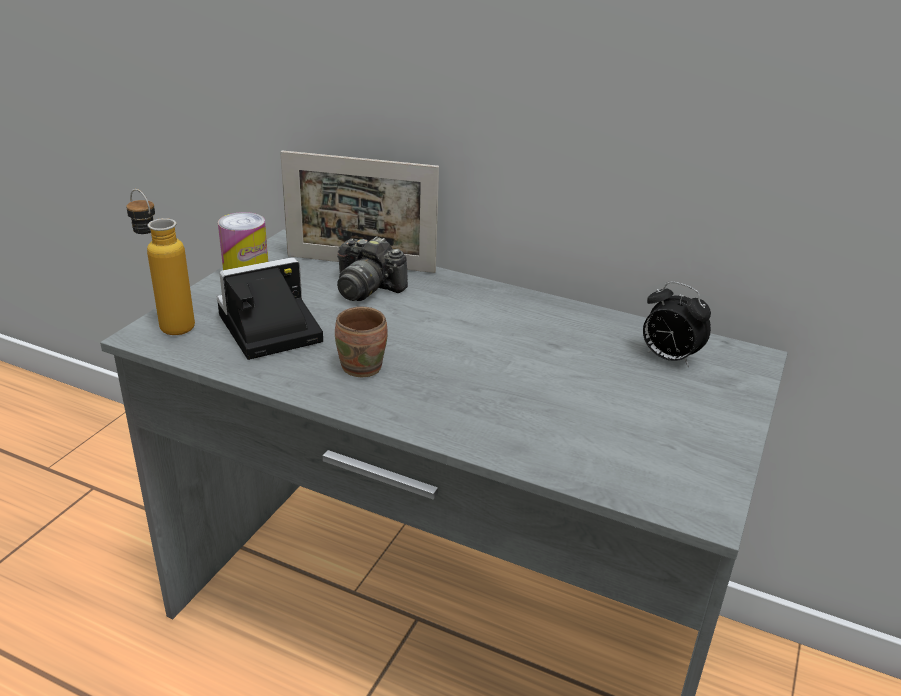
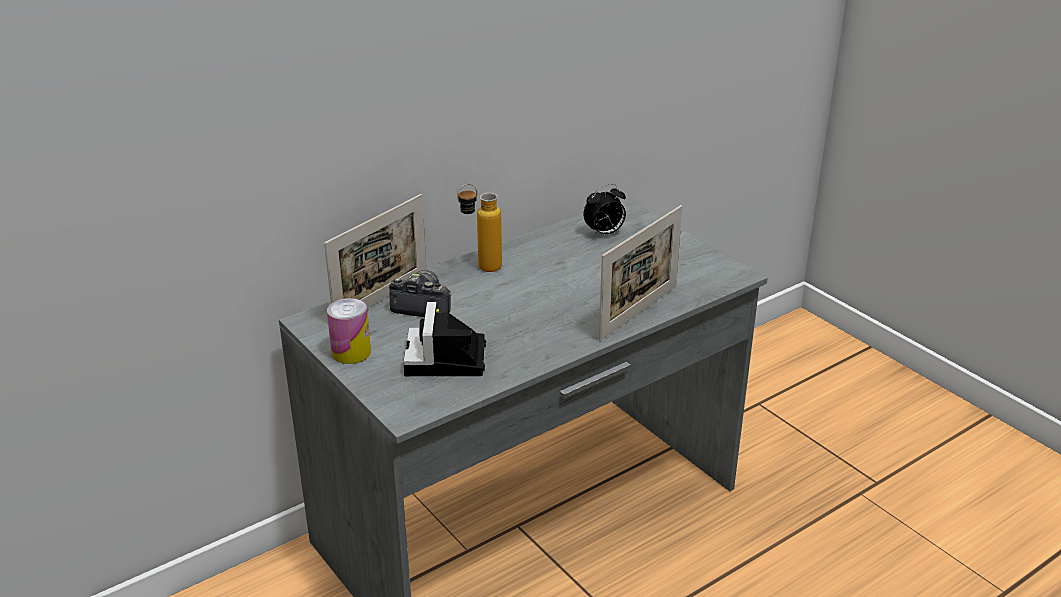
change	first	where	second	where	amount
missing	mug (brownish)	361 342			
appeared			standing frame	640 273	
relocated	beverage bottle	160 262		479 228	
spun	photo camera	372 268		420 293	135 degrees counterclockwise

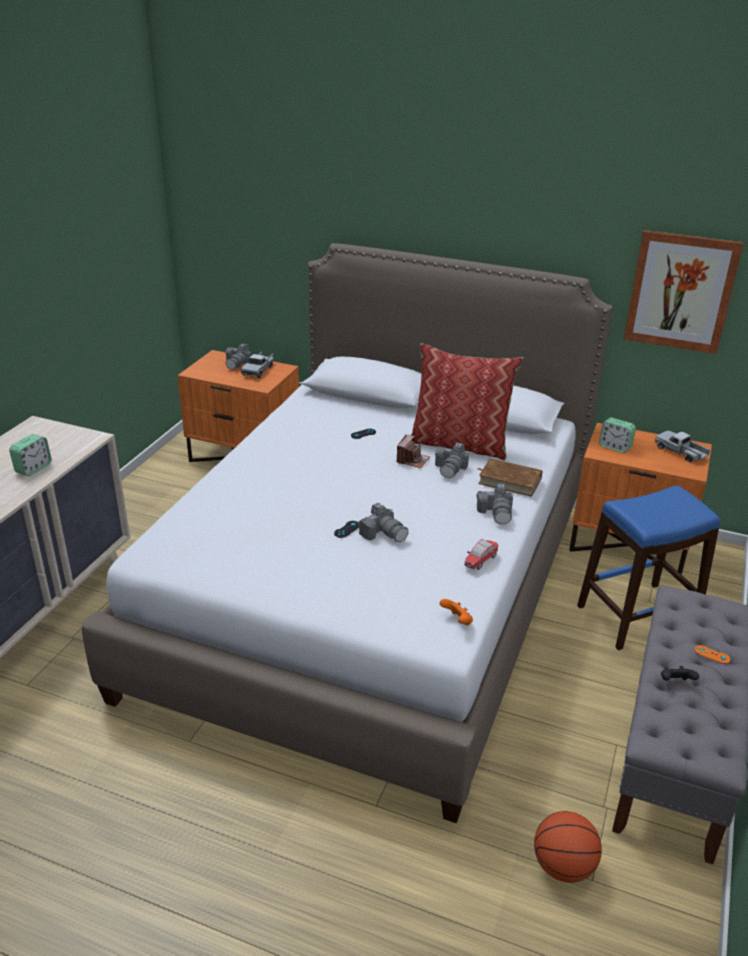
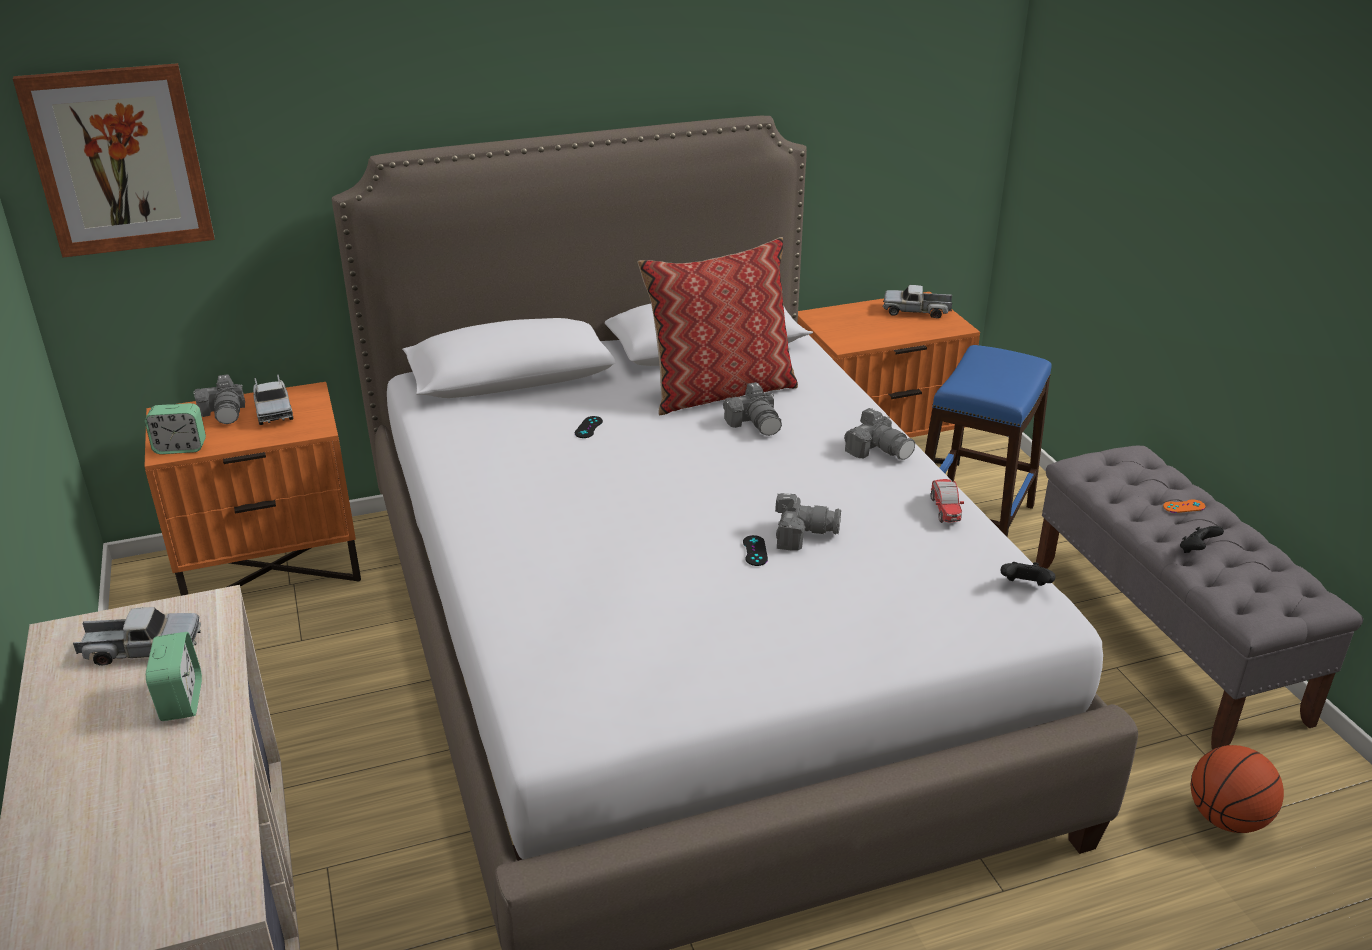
change	first	where	second	where	amount
missing	photo camera	413 451			
missing	volume (brownish)	510 477			
appeared			toy lorry	137 636	
relocated	table clock	617 435		175 428	
relocated	wall art	684 292		114 160	
colour	gamepad (orangey)	456 612	gamepad (black-coloured)	1028 574	

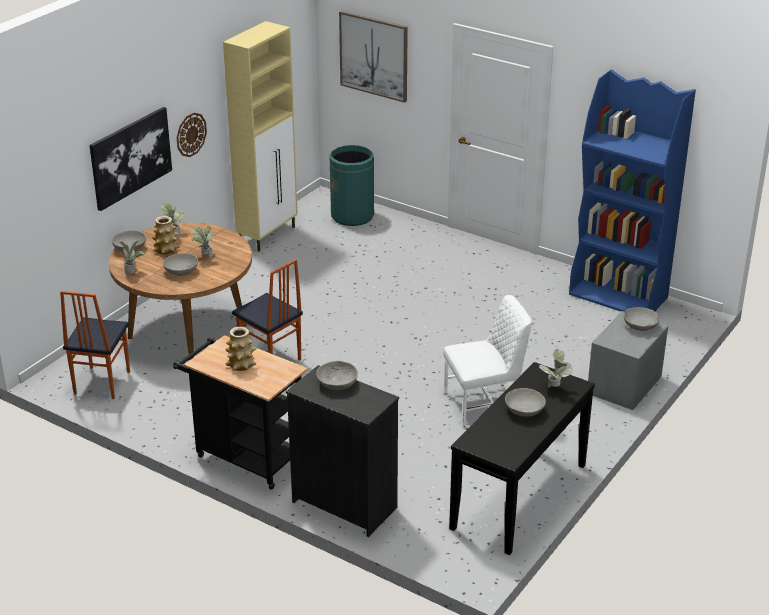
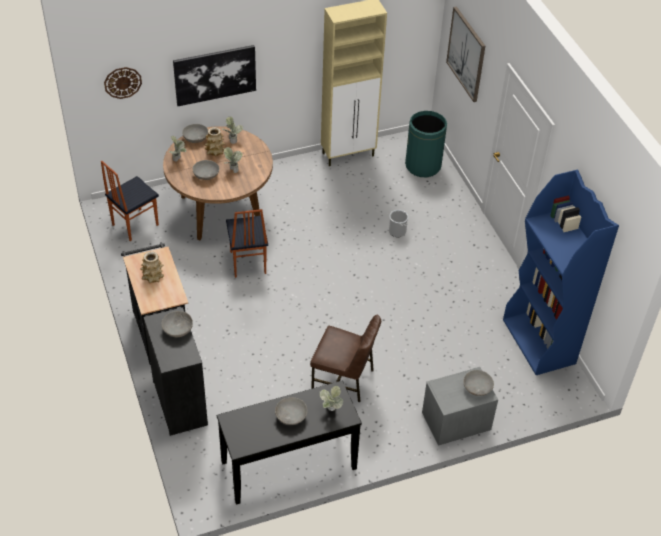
change	first	where	second	where	amount
appeared			pail	399 223	
relocated	wall clock	192 135		123 83	
colour	chair (white)	487 361	chair (brownish)	345 358	

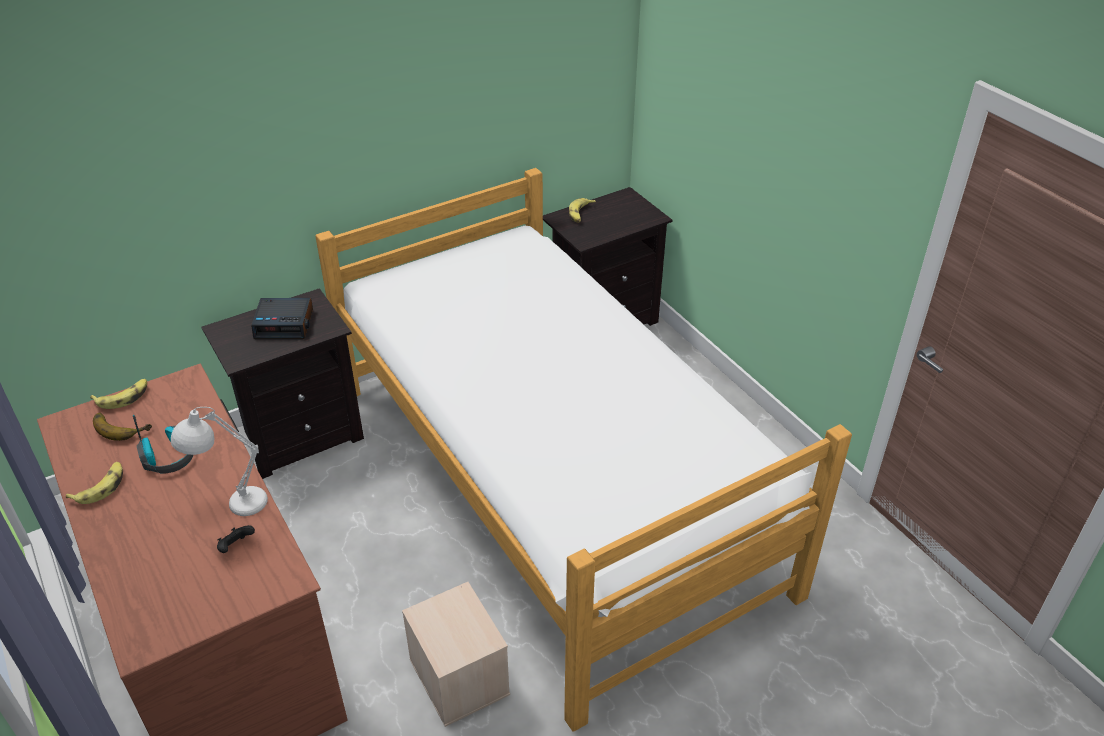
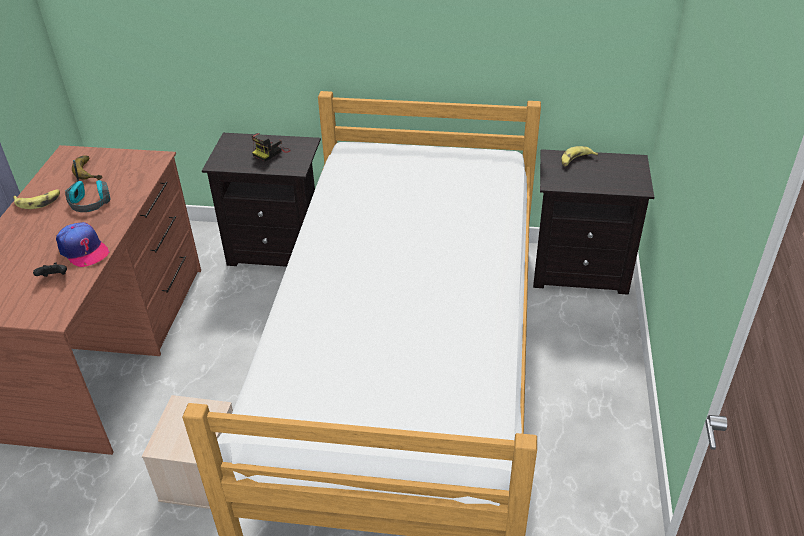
change	first	where	second	where	amount
missing	whole banana	118 394			
exchanged	table lamp (white)	219 461	baseball cap	83 244	
exchanged	table clock	282 318	photo camera	271 147	

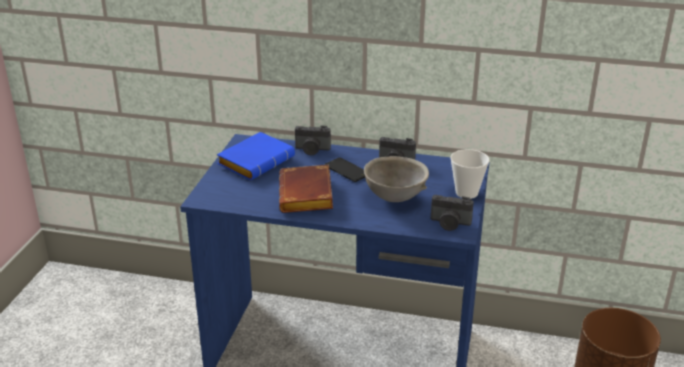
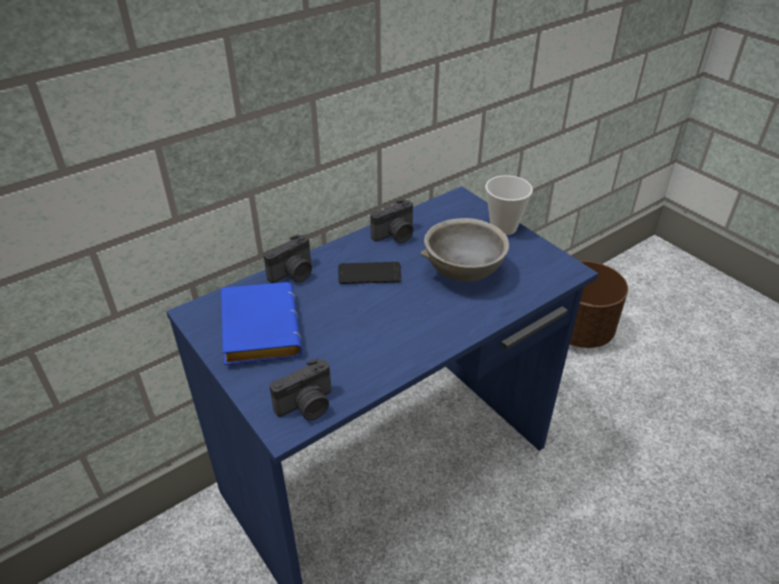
change	first	where	second	where	amount
missing	volume (brownish)	306 189			
relocated	photo camera	452 213		300 389	

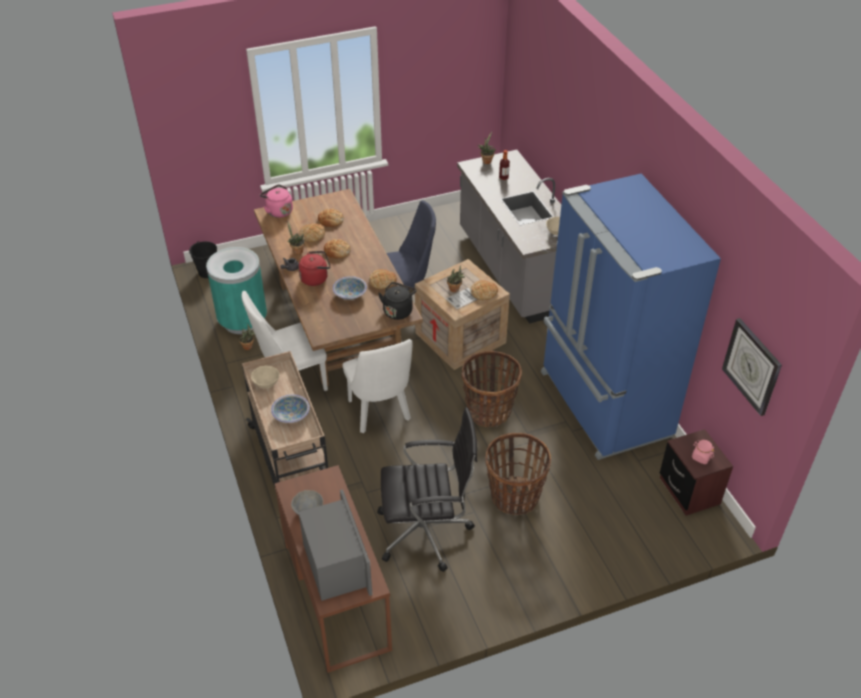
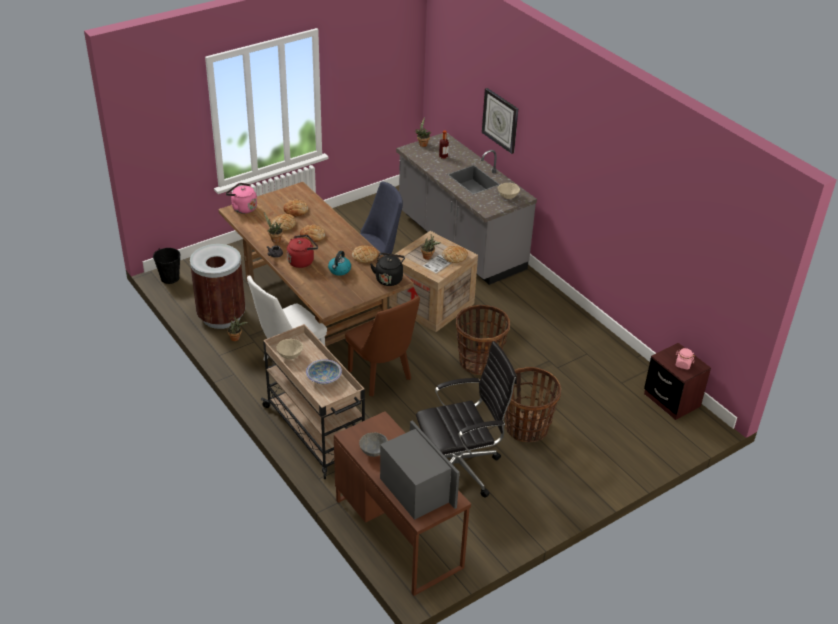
change	first	where	second	where	amount
missing	refrigerator (bluish)	631 317			
relocated	wall clock	752 367		500 121	
exchanged	bowl	350 288	water kettle	339 263	
colour	waste bin (turquoise)	236 290	waste bin (brownish)	217 286	
colour	chair (white)	377 386	chair (brownish)	382 346	

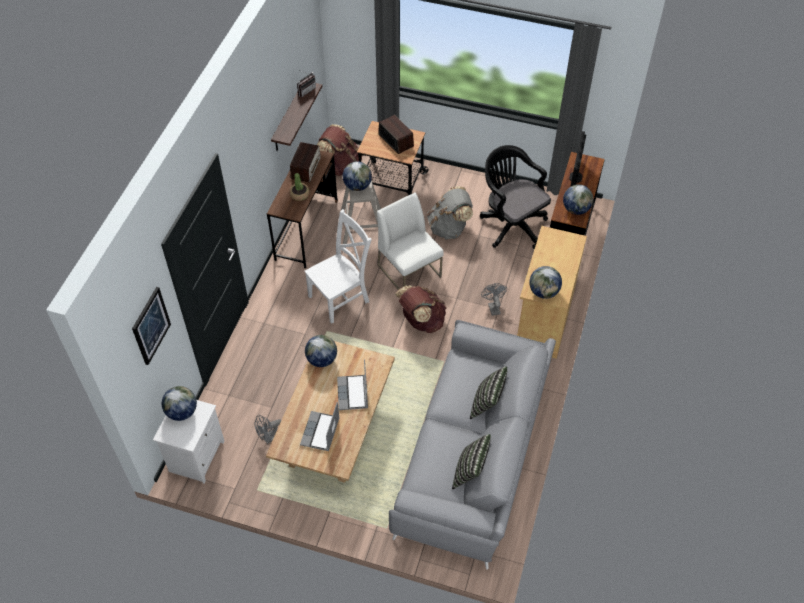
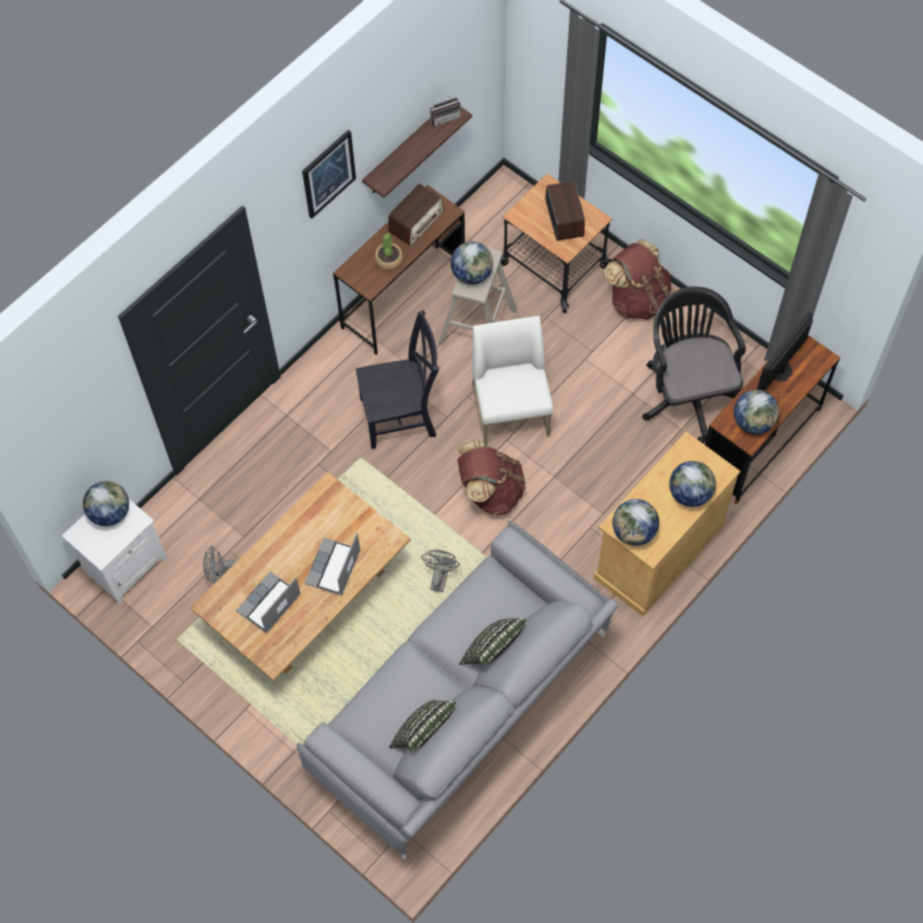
change	first	where	second	where	amount
missing	backpack (greyish)	450 212			
relocated	wall art	151 326		329 174	
relocated	desk globe	321 351		692 484	
relocated	backpack (brownish)	339 150		637 279	
relocated	fan (greyish)	494 299		440 571	
colour	chair (white)	338 266	chair (black-coloured)	397 379	

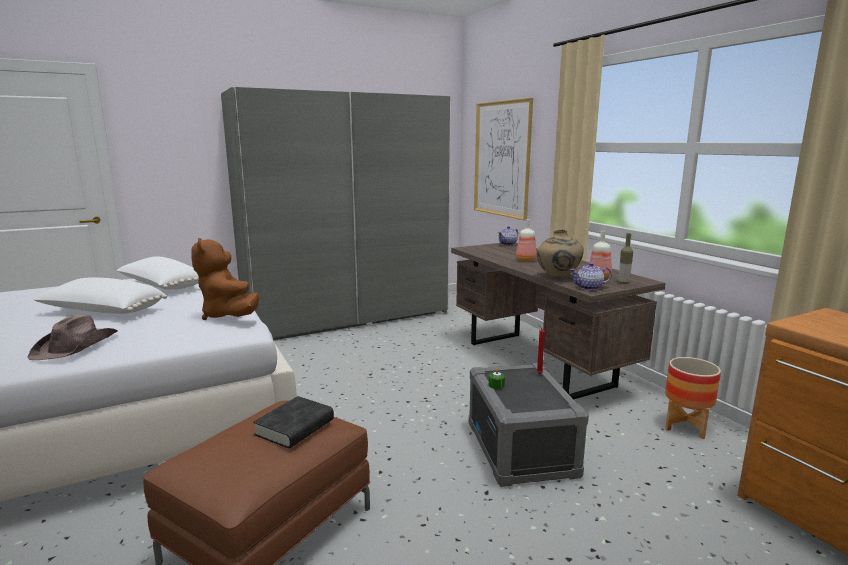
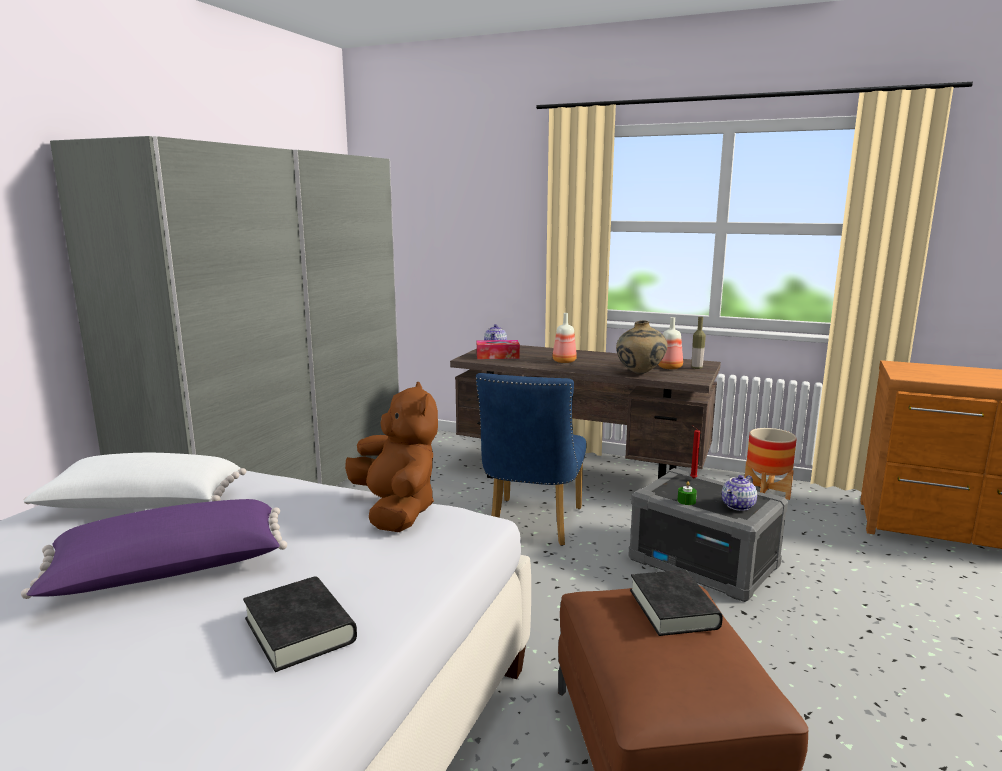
change	first	where	second	where	amount
missing	wall art	503 159			
appeared			chair (bluish)	531 459	
appeared			tissue box	498 349	
relocated	pot for tea	591 276		739 493	
exchanged	clothing hat (brownish)	72 337	volume (black-coloured)	300 624	
colour	cushion (white)	100 296	cushion (purple-coloured)	154 549	
spun	plush toy (brownish)	225 279		391 457	135 degrees counterclockwise

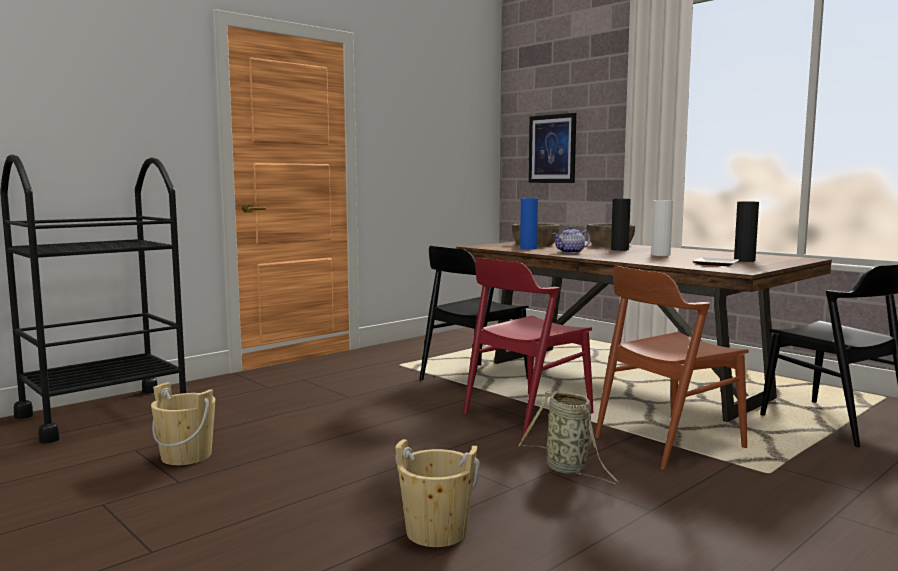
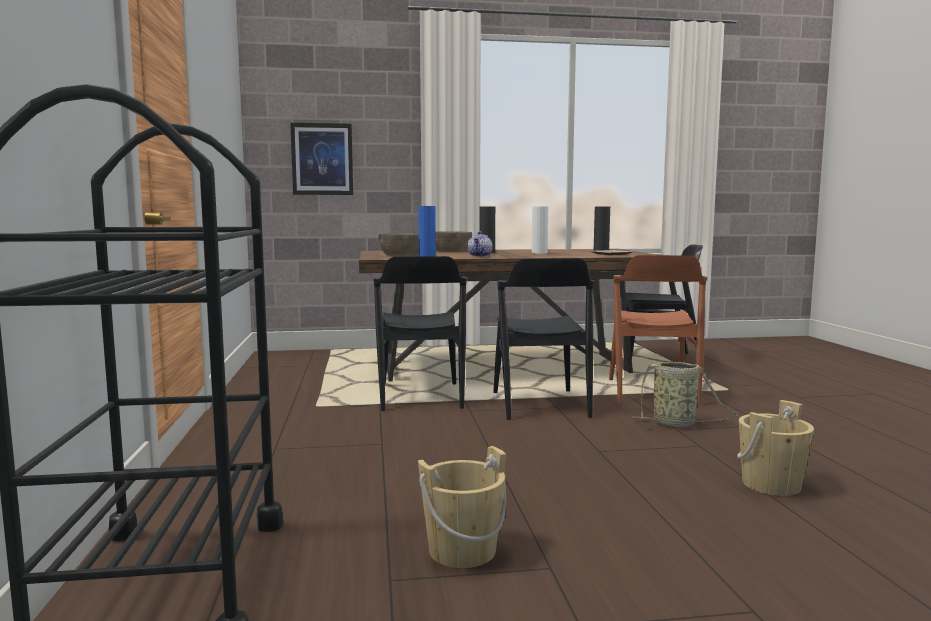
change	first	where	second	where	amount
colour	chair (red-coloured)	528 346	chair (black-coloured)	544 339	

